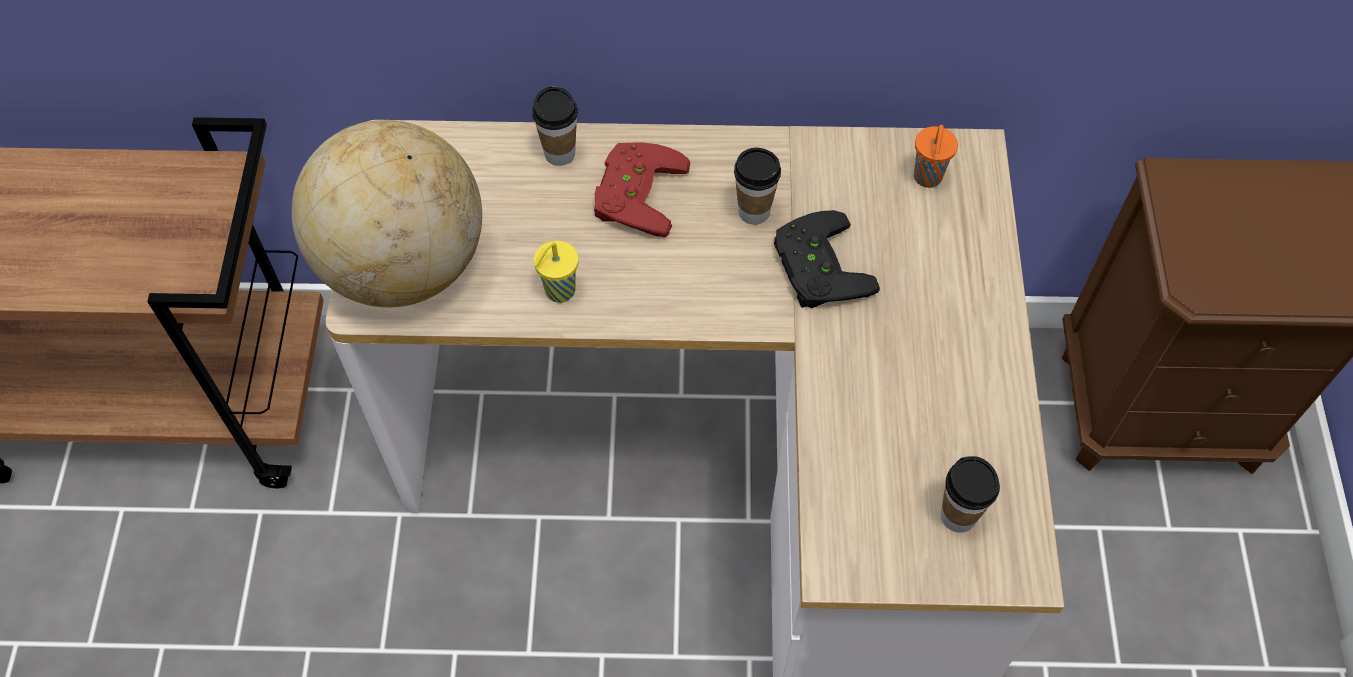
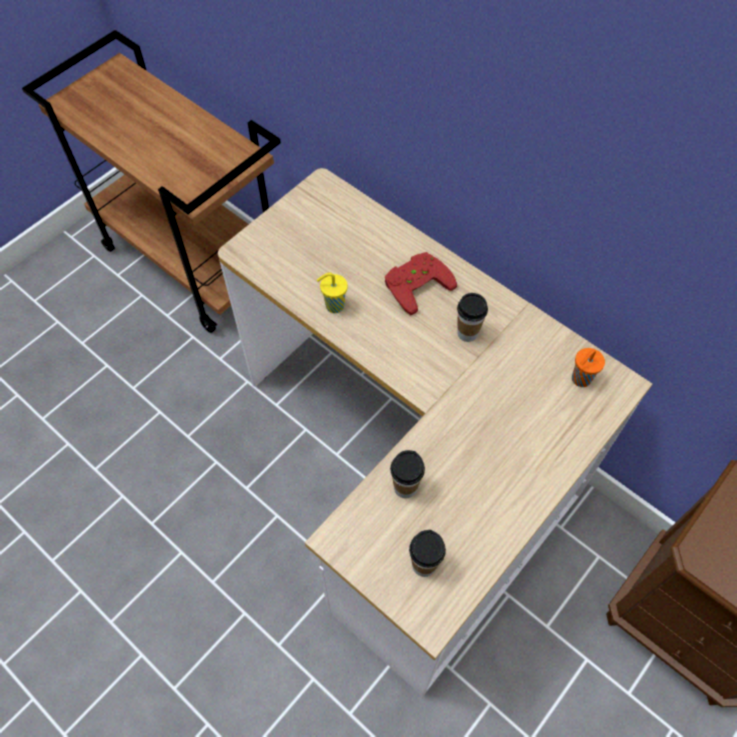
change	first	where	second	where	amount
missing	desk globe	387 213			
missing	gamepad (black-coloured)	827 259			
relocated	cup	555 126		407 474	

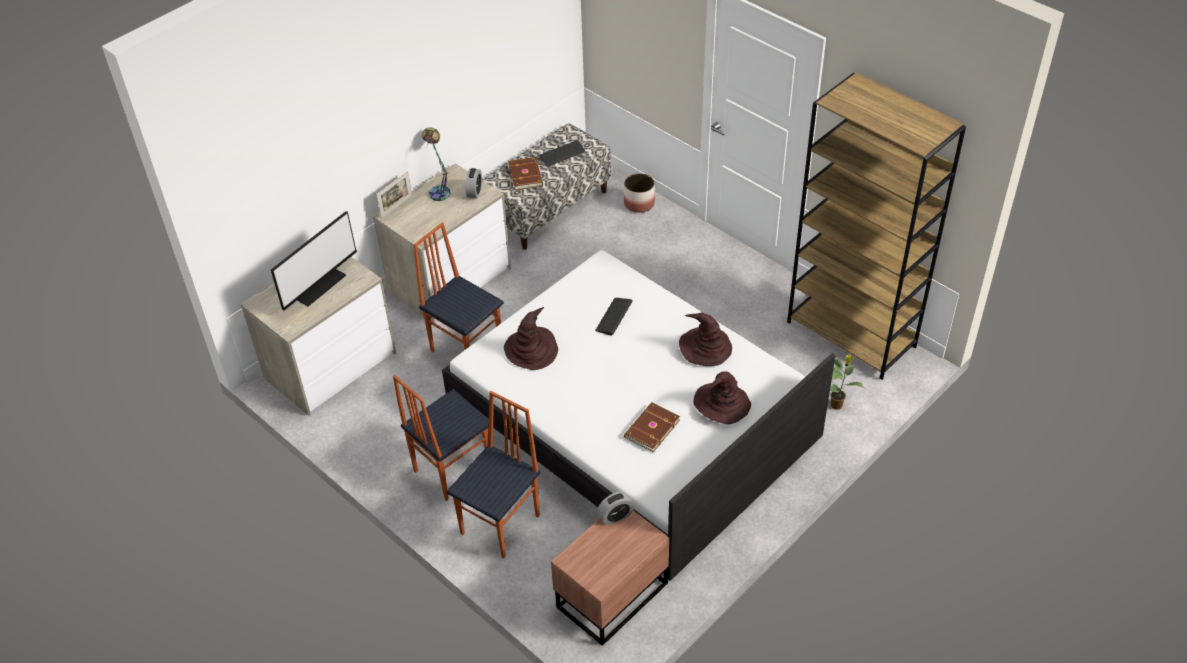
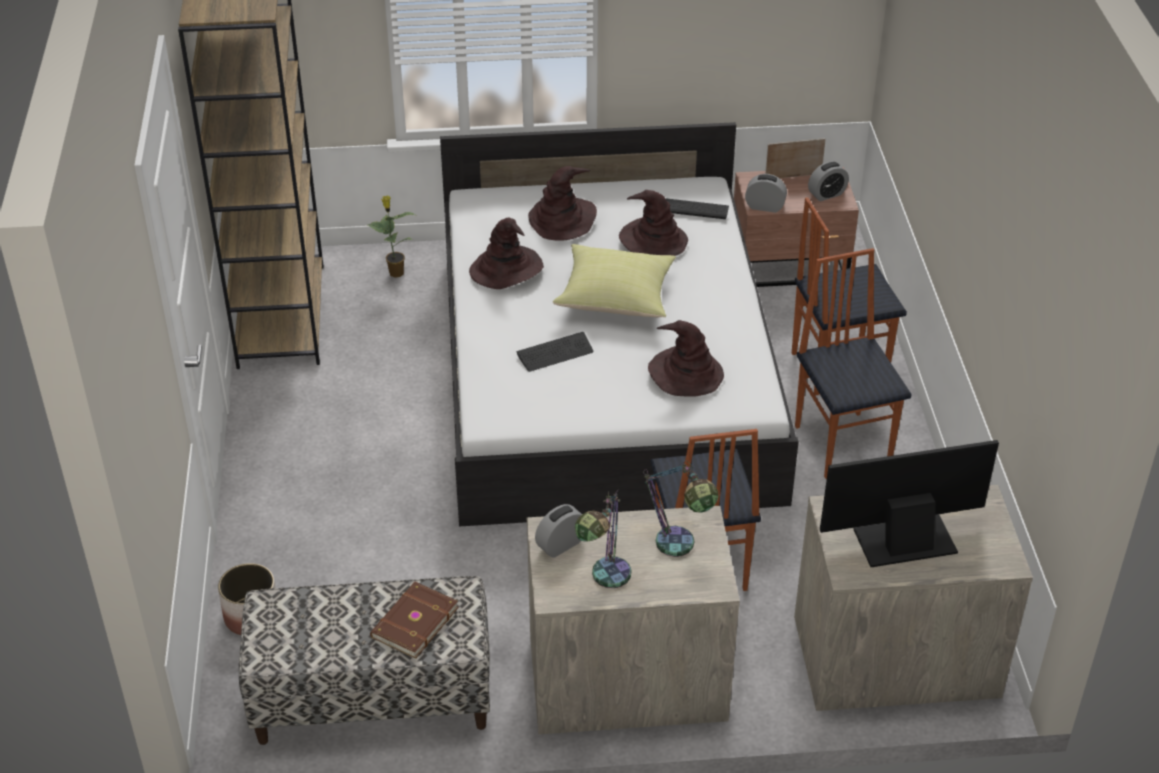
change	first	where	second	where	amount
appeared			cushion (yellow)	614 281	
appeared			table lamp	681 508	
appeared			table clock	828 181	
relocated	standing frame	394 194		795 158	
relocated	computer keyboard	562 153		697 208	
exchanged	volume (brownish)	652 427	clothing hat (brownish)	653 223	
spun	chair	441 438		853 363	105 degrees counterclockwise

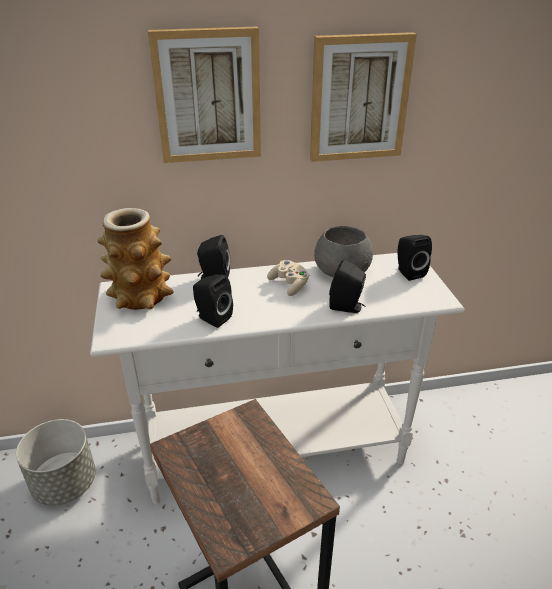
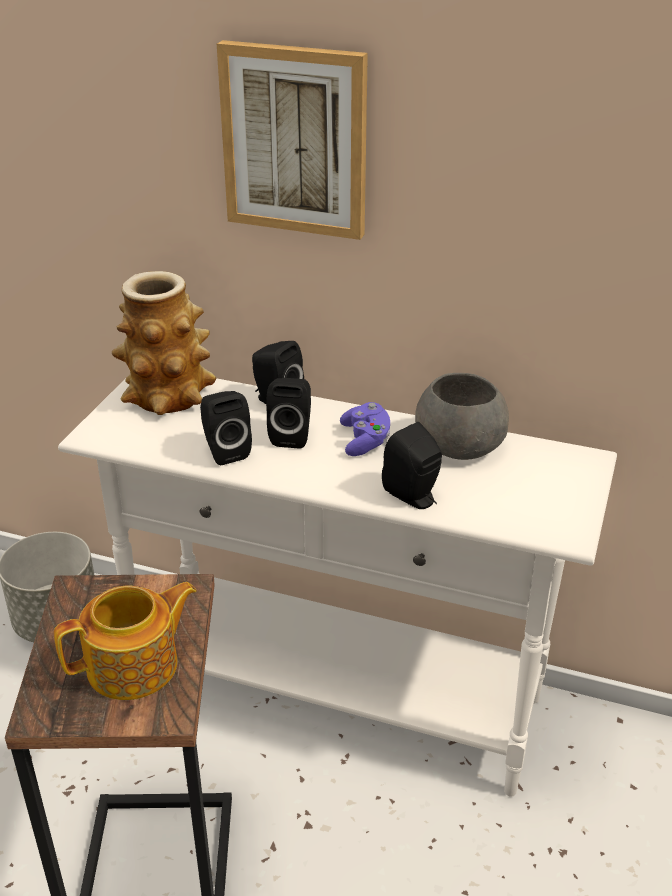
change	first	where	second	where	amount
missing	wall art	363 97			
appeared			pot for tea	125 641	
relocated	speaker (black-coloured)	414 258		288 413	
colour	gamepad (beige)	288 278	gamepad (purple-coloured)	365 429	

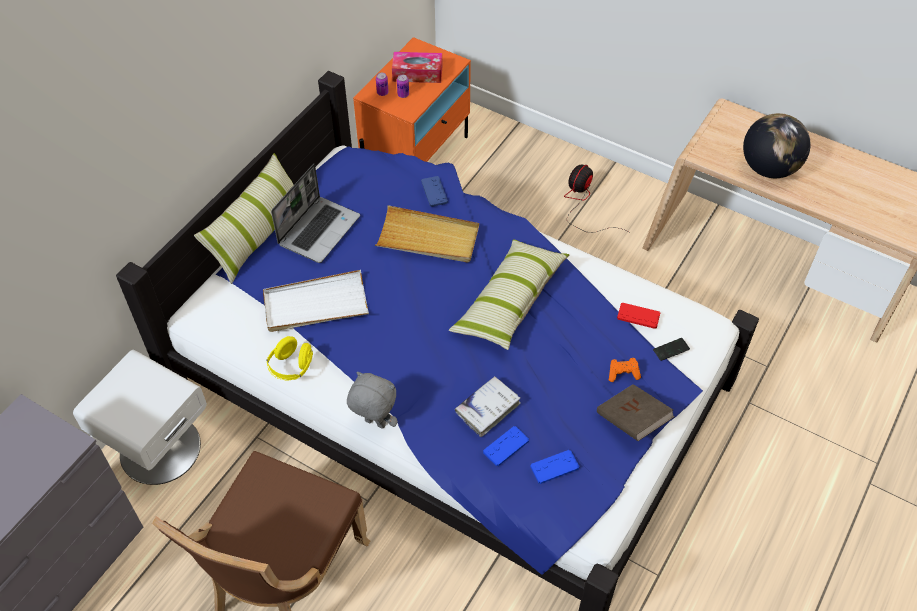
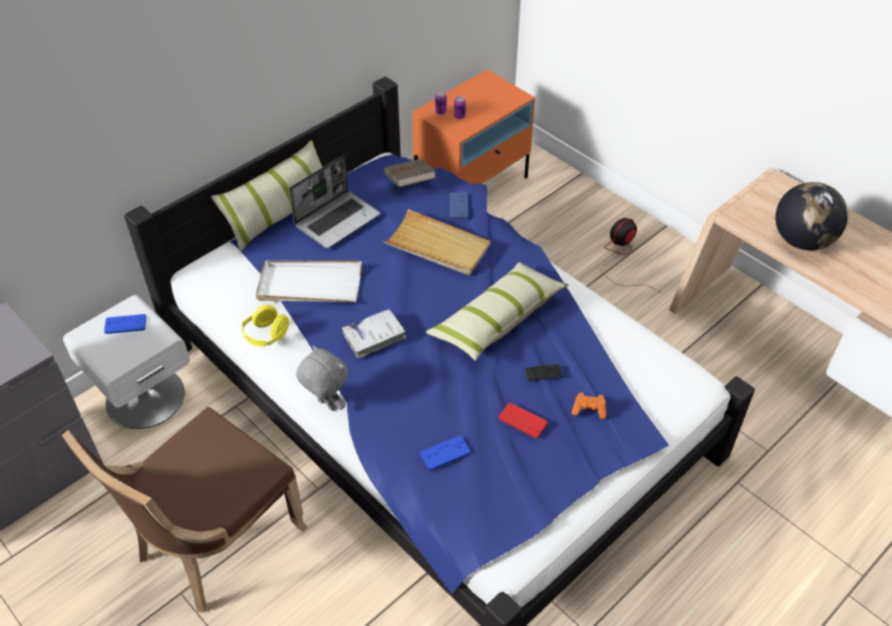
change	first	where	second	where	amount
missing	tissue box	417 67			
relocated	volume (white)	488 406		374 333	
relocated	gamepad (bluish)	555 467		125 324	
relocated	volume (brownish)	635 412		410 173	
relocated	gamepad (red-coloured)	638 316		523 420	
relocated	telephone	671 349		543 372	

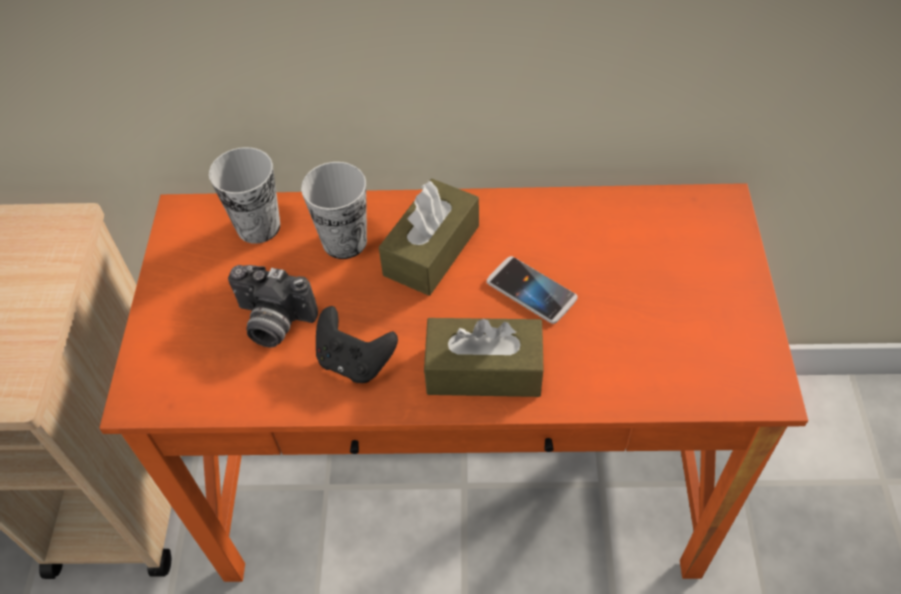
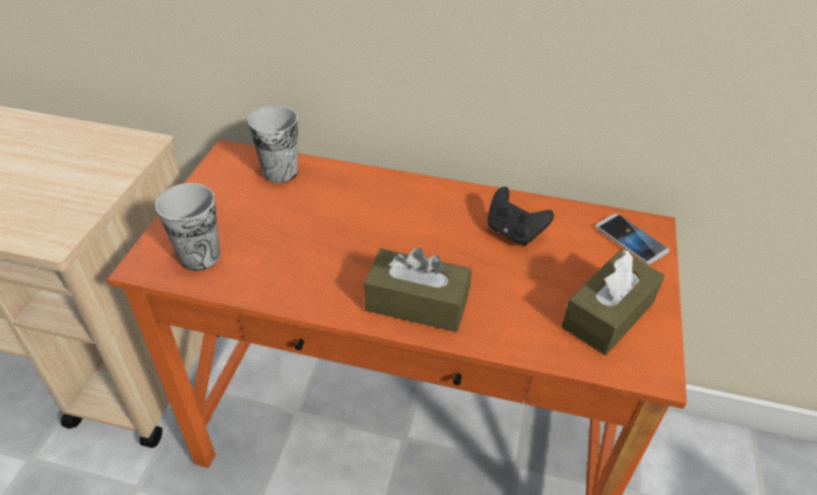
change	first	where	second	where	amount
missing	photo camera	273 306			
relocated	cup	334 210		187 227	
relocated	gamepad (black-coloured)	357 344		521 216	
relocated	tissue box (brownish)	429 237		613 302	
relocated	telephone	532 290		632 239	

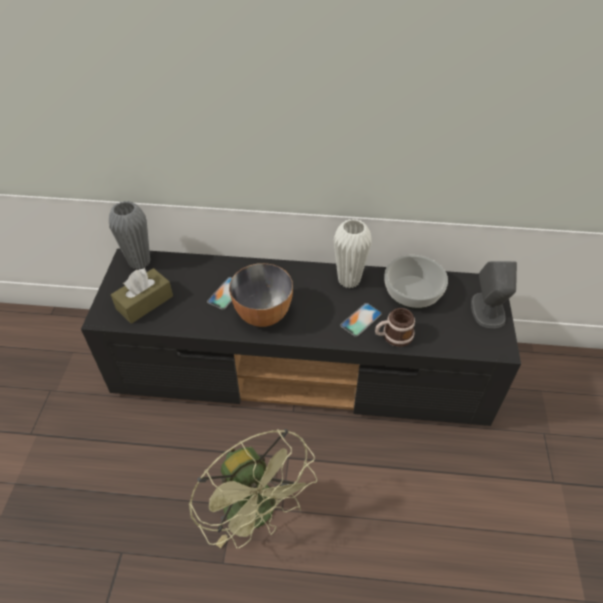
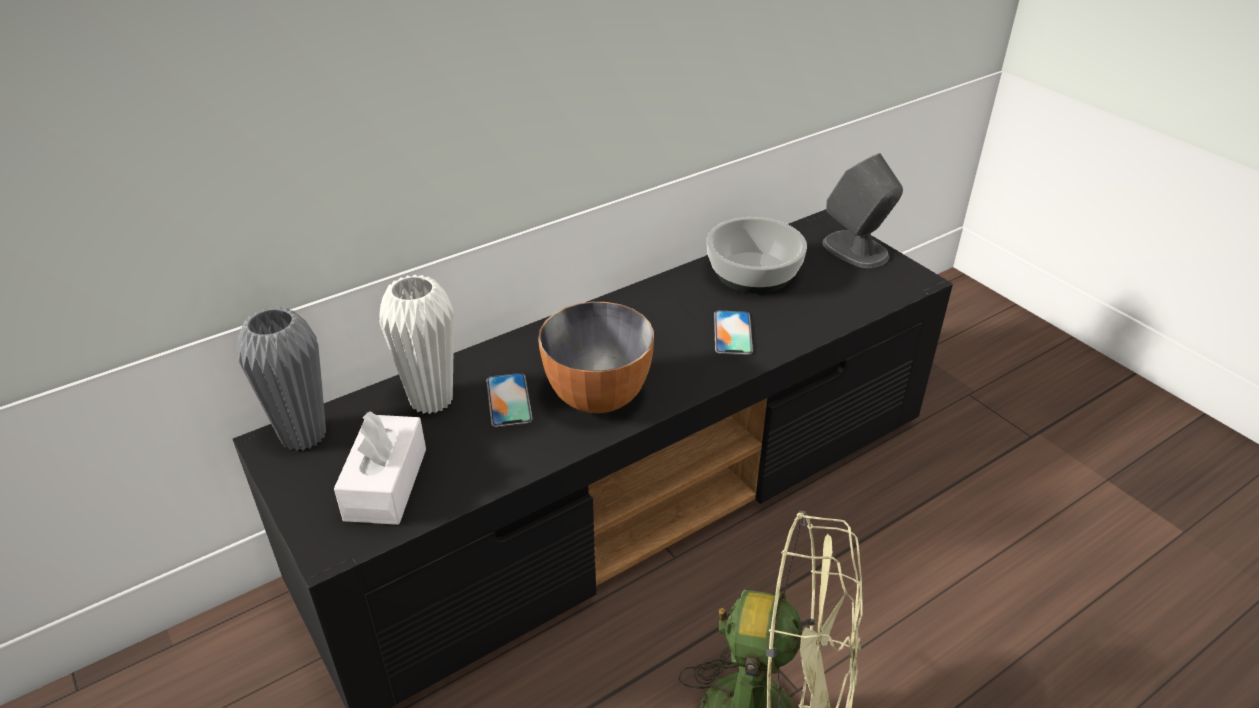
change	first	where	second	where	amount
missing	mug	395 327			
relocated	vase (white)	353 253		416 344	
colour	tissue box (brownish)	142 296	tissue box (white)	380 468	

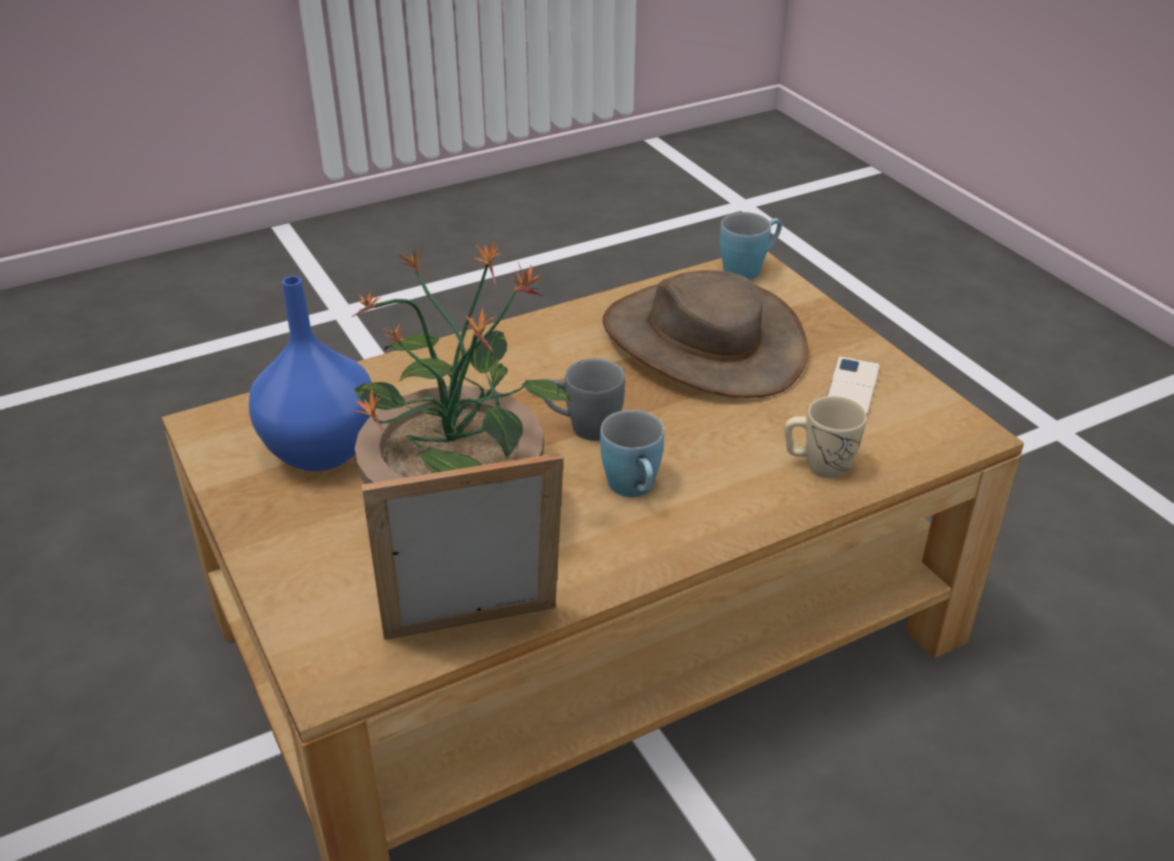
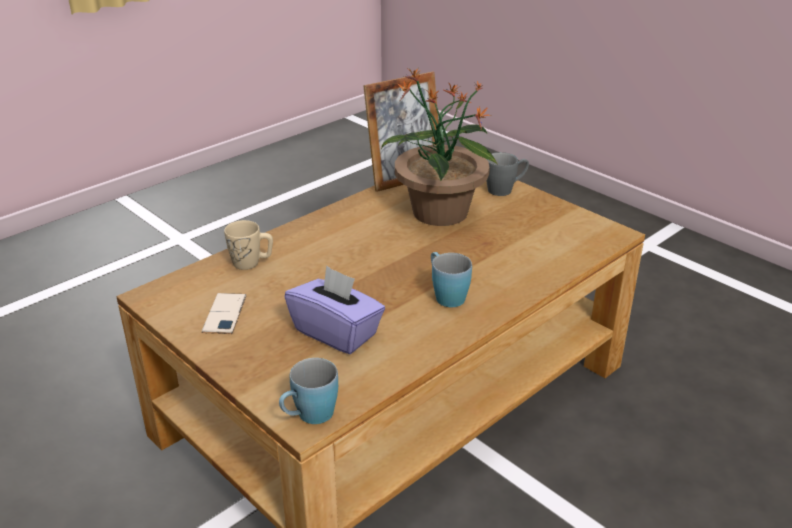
change	first	where	second	where	amount
missing	vase (bluish)	312 373			
relocated	mug (greyish)	584 399		507 174	
relocated	mug (bluish)	632 453		451 279	
exchanged	clothing hat (brownish)	705 334	tissue box (purple-coloured)	334 309	

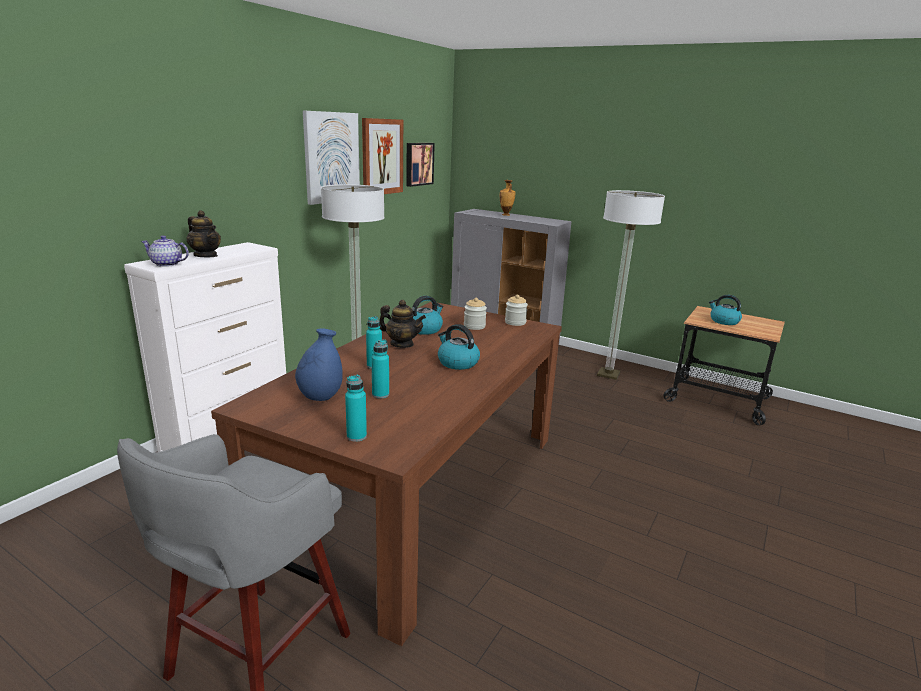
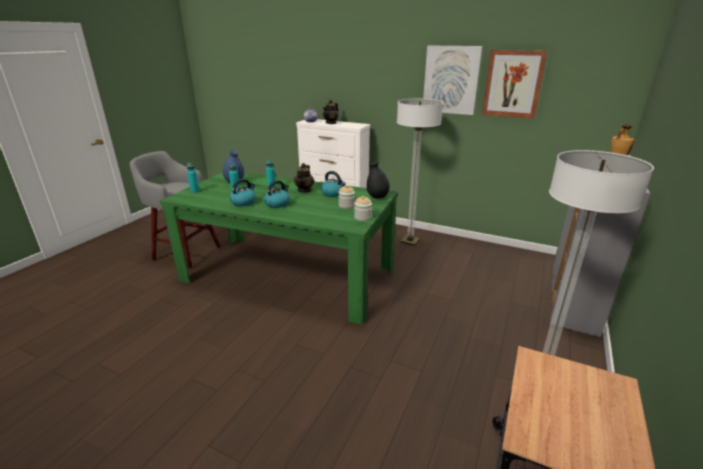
change	first	where	second	where	amount
missing	wall art	420 165			
appeared			vase (black-coloured)	378 180	
relocated	water kettle	725 310		243 192	
colour	dining table (brownish)	386 474	dining table (green-coloured)	279 248	

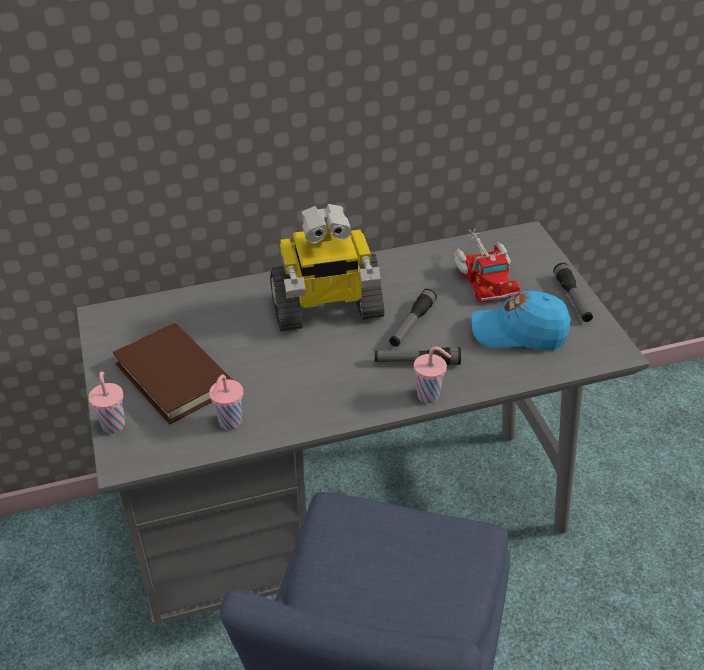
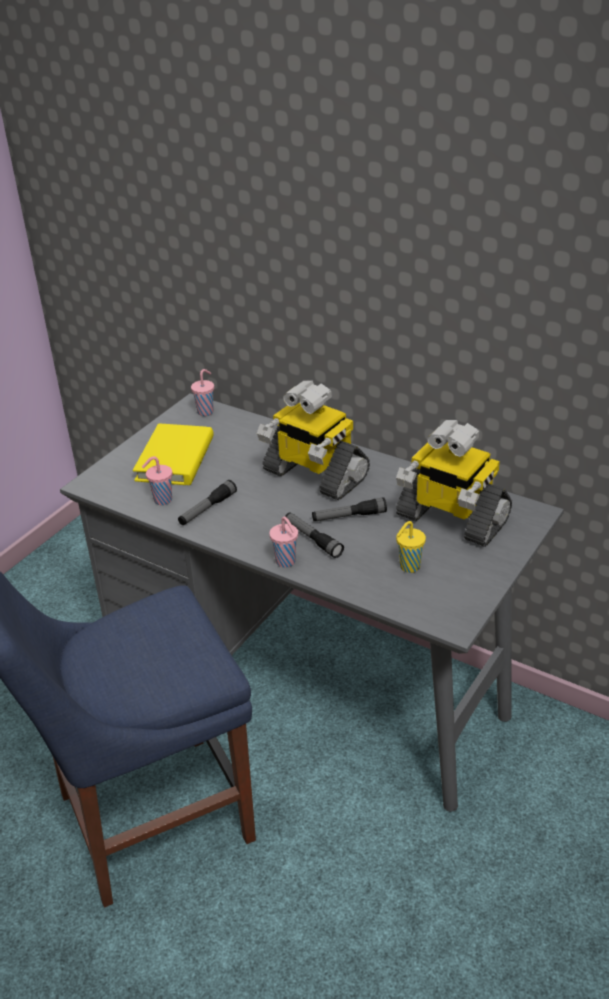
change	first	where	second	where	amount
relocated	cup (pinkish)	106 402		202 392	
relocated	flashlight	573 292		207 502	
exchanged	toy lorry	486 266	robot figure	454 483	
exchanged	baseball cap (bluish)	521 320	cup (yellow)	411 547	
colour	volume (brownish)	172 374	volume (yellow)	173 454	

